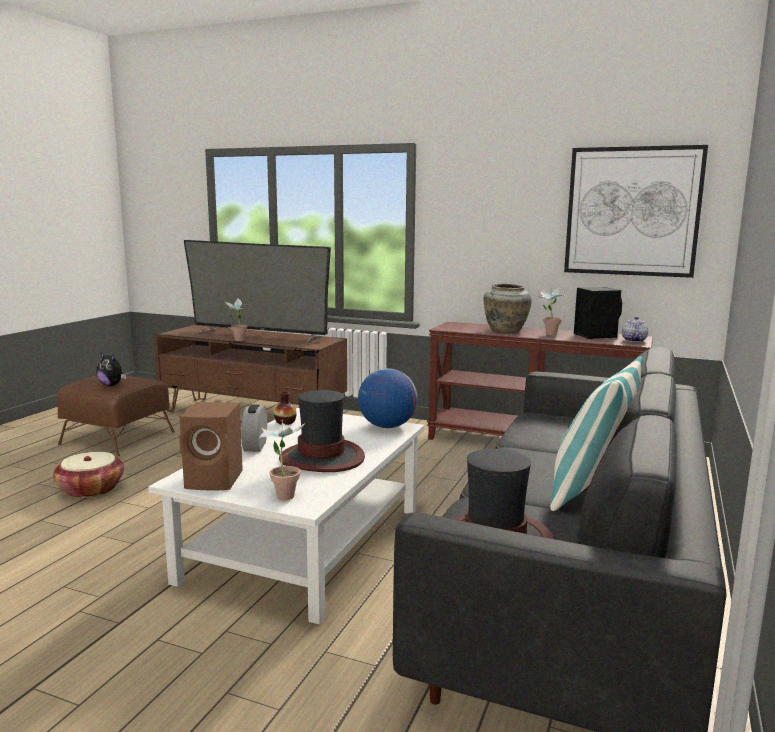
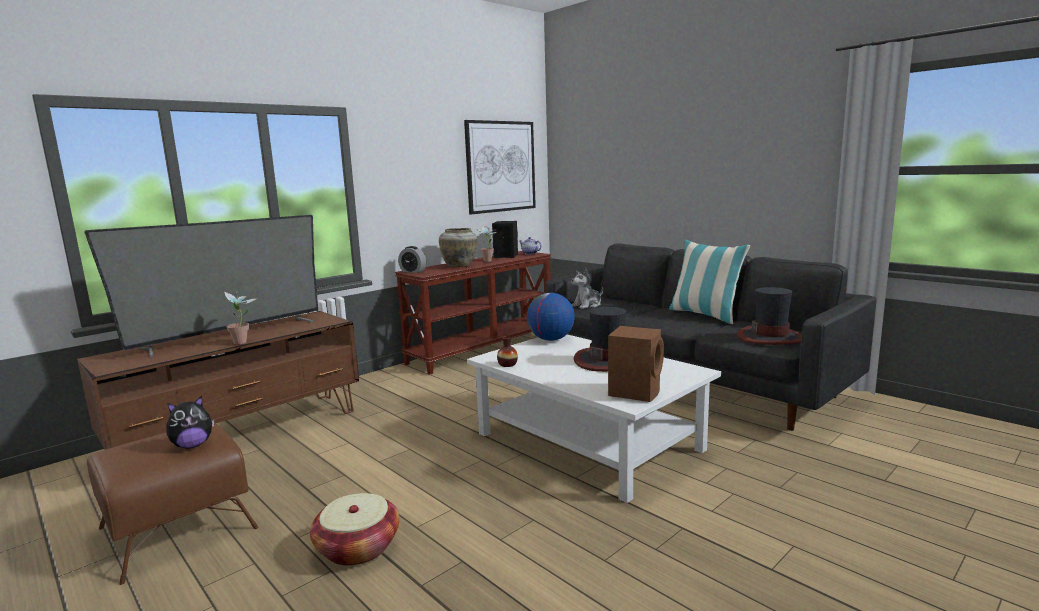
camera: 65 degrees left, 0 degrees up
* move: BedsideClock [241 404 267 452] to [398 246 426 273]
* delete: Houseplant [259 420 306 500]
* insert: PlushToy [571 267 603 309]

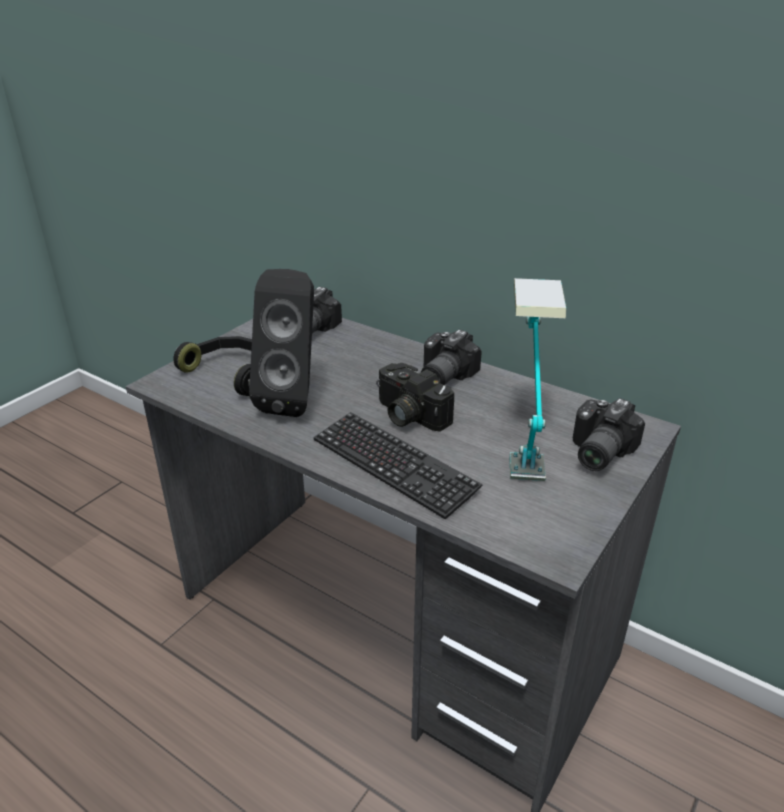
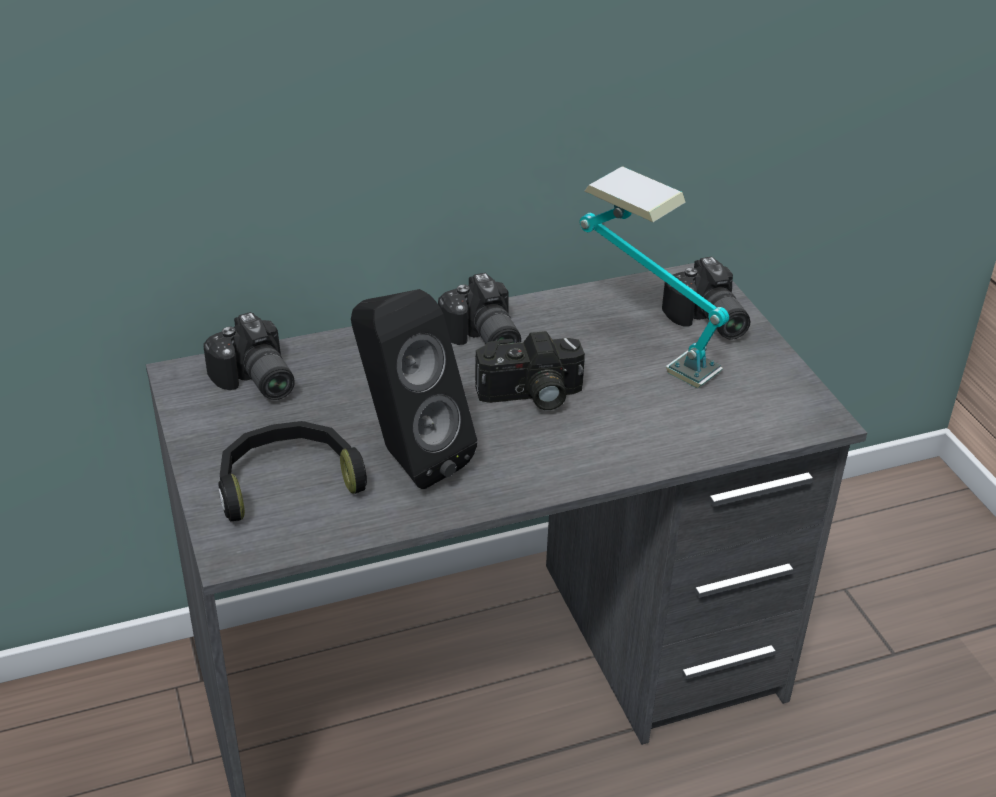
camera: 55 degrees left, 5 degrees up
* delete: ComputerKeyboard [313 412 482 520]

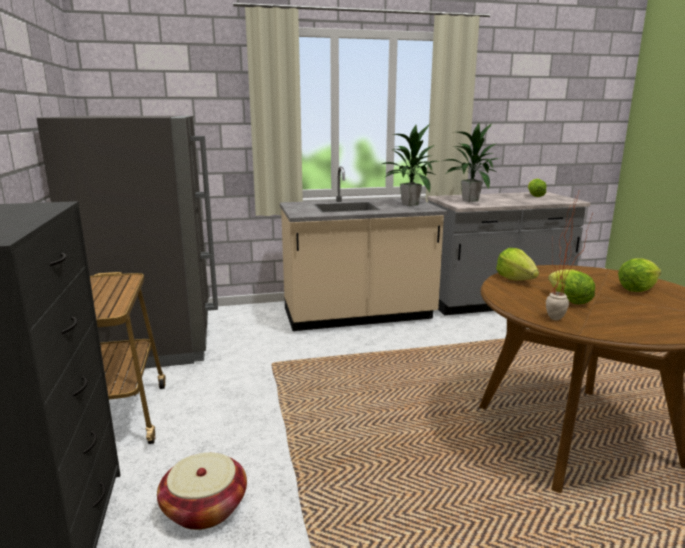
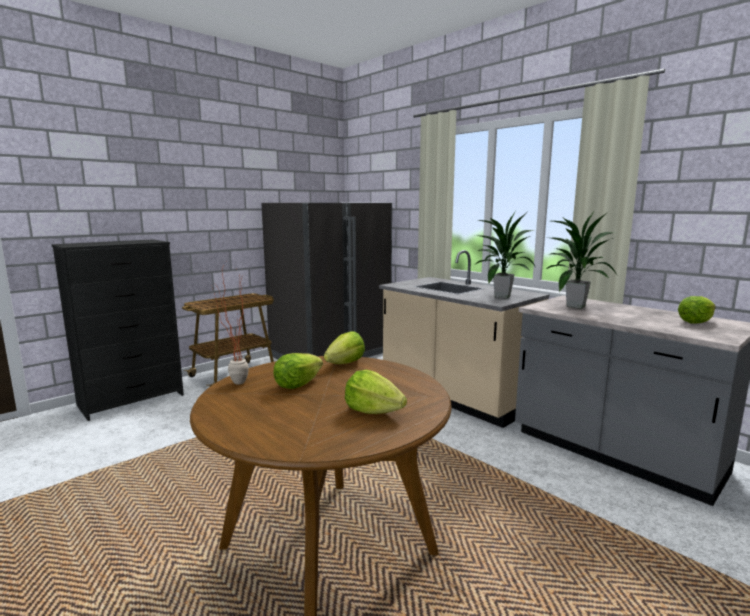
camera: 60 degrees right, 5 degrees down
* delete: HouseholdBasket [157 453 247 530]

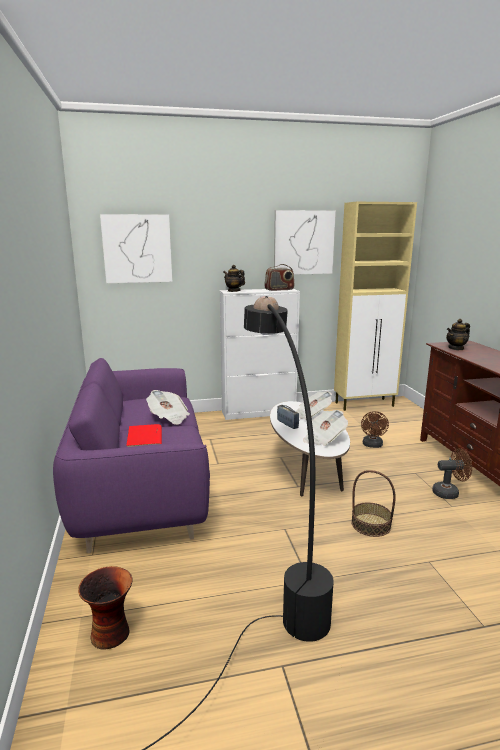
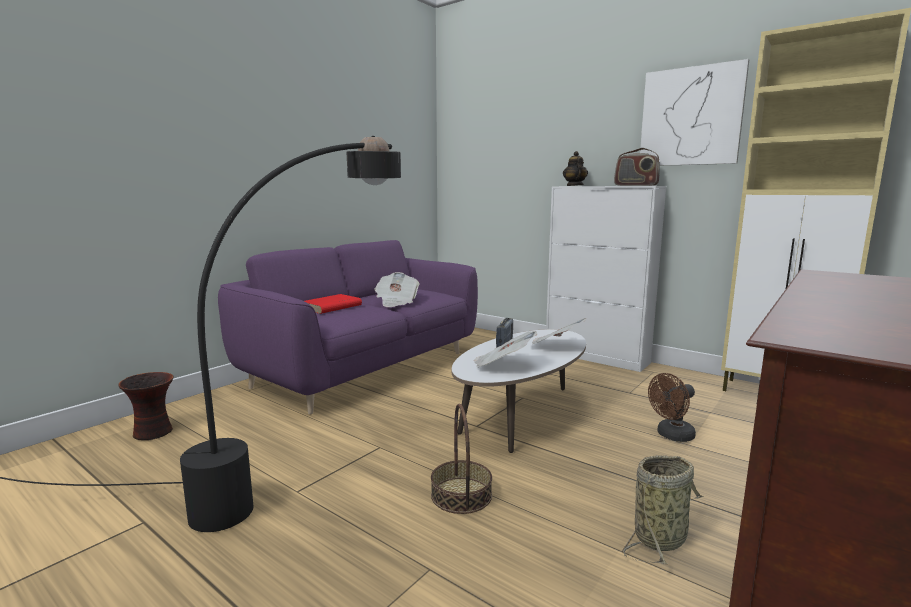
camera: 50 degrees right, 5 degrees down
* delete: WallPicture [100 214 172 283]
* replace: BrownElectricFan [432 448 472 499] to HouseholdBasket [623 455 704 564]
* delete: PotForTea [446 319 470 350]

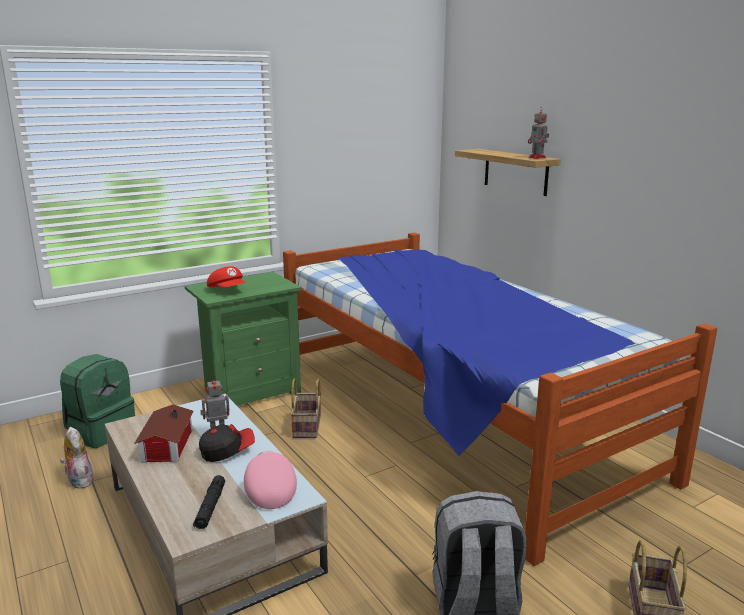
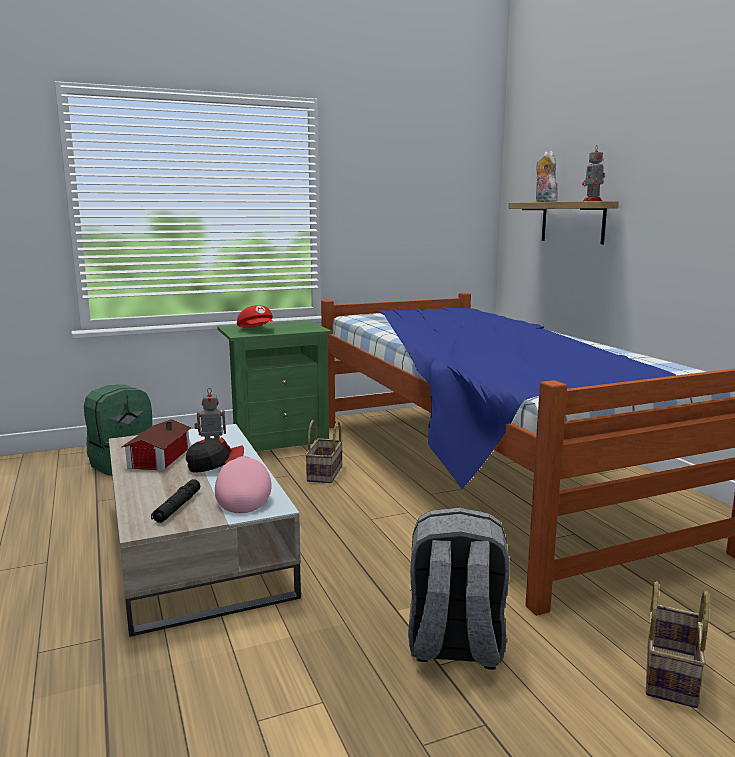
camera: 10 degrees right, 5 degrees down
* move: PlushToy [60 427 94 489] to [536 151 557 202]

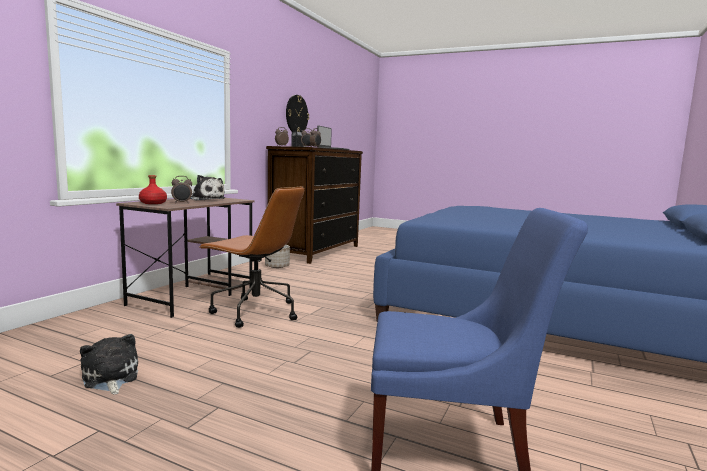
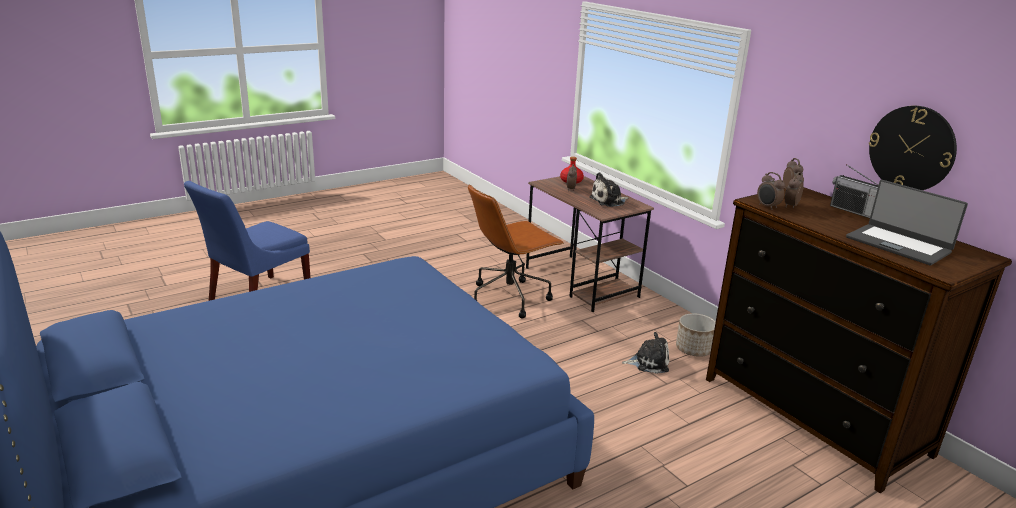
camera: 120 degrees right, 15 degrees up
* move: PlushToy [80 334 138 395] to [622 332 669 374]

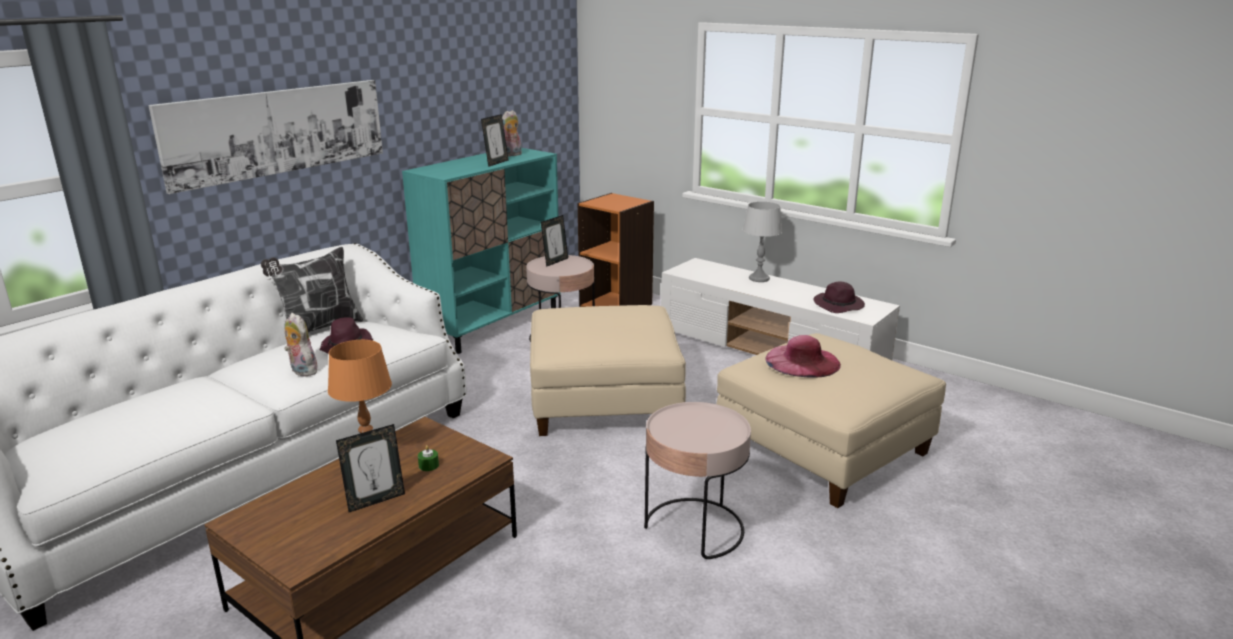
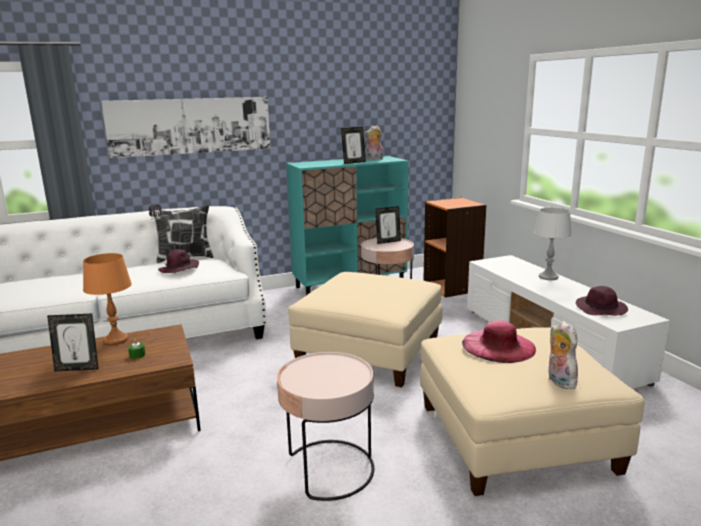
camera: 30 degrees right, 5 degrees down
* move: PlushToy [284 313 320 376] to [548 321 578 389]

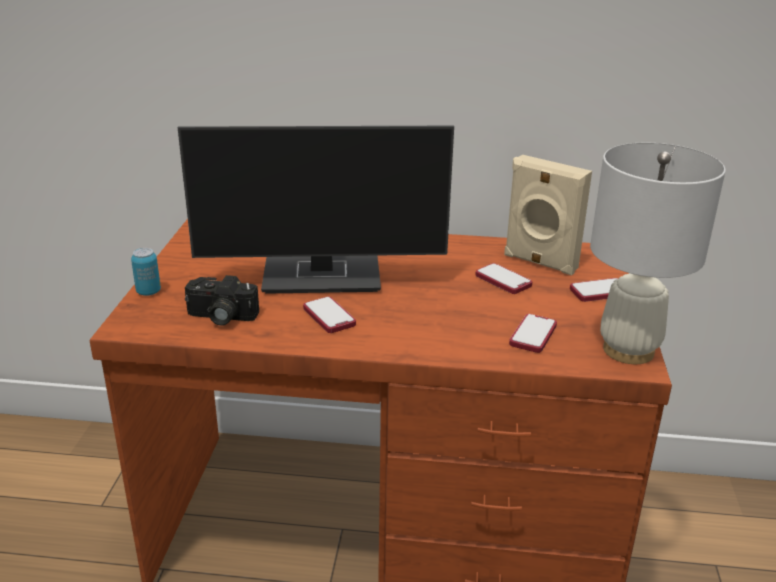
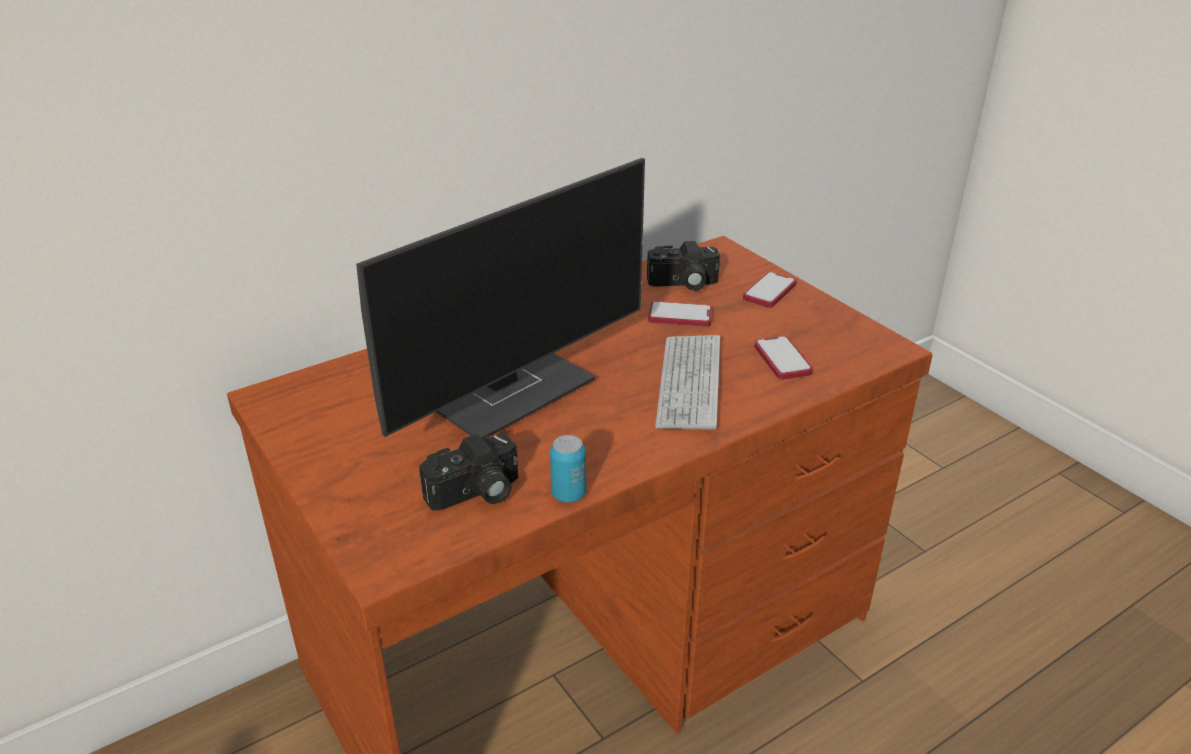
camera: 40 degrees left, 5 degrees up
* move: Can [131 248 161 296] to [550 435 586 503]
* delete: Telephone [303 297 356 333]
* replace: BeigeLoudspeaker [504 155 592 276] to PhotoCamera [647 241 720 291]
* delete: WhiteLampForATable [590 143 726 364]
* insert: ComputerKeyboard [655 335 720 430]

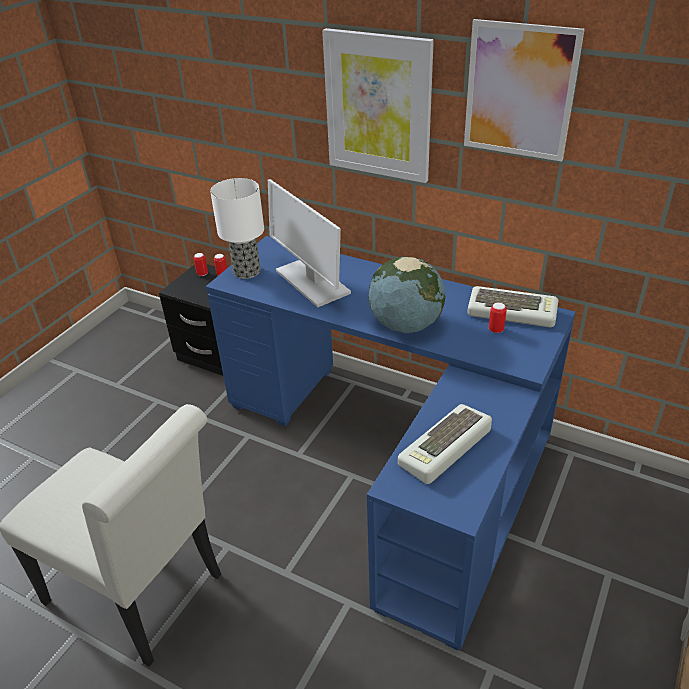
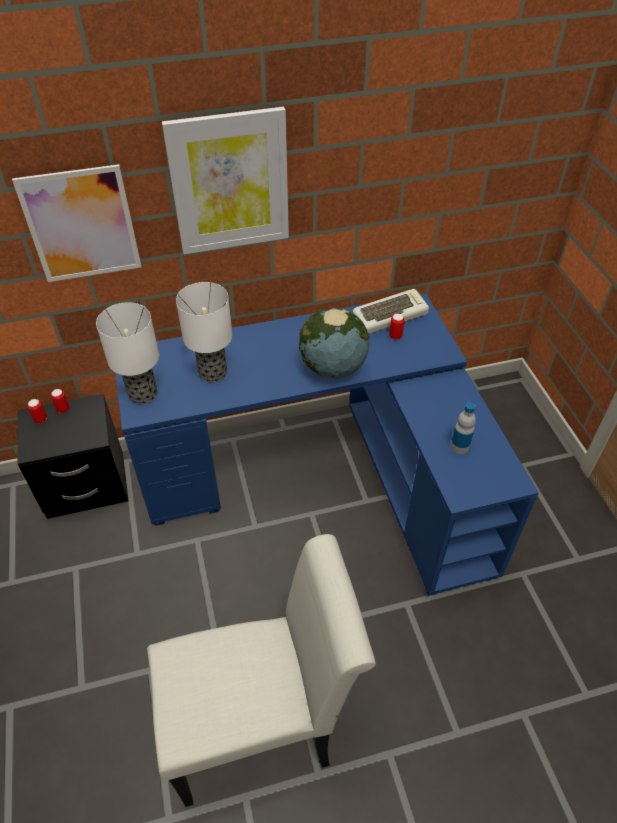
camera: 45 degrees left, 10 degrees up
* replace: Monitor [268 179 351 308] to LampForATable [176 282 232 382]
* replace: ComputerKeyboard [398 404 492 484] to Bottle [450 402 476 454]
* move: WallPicture [464 19 585 162] to [12 164 142 282]

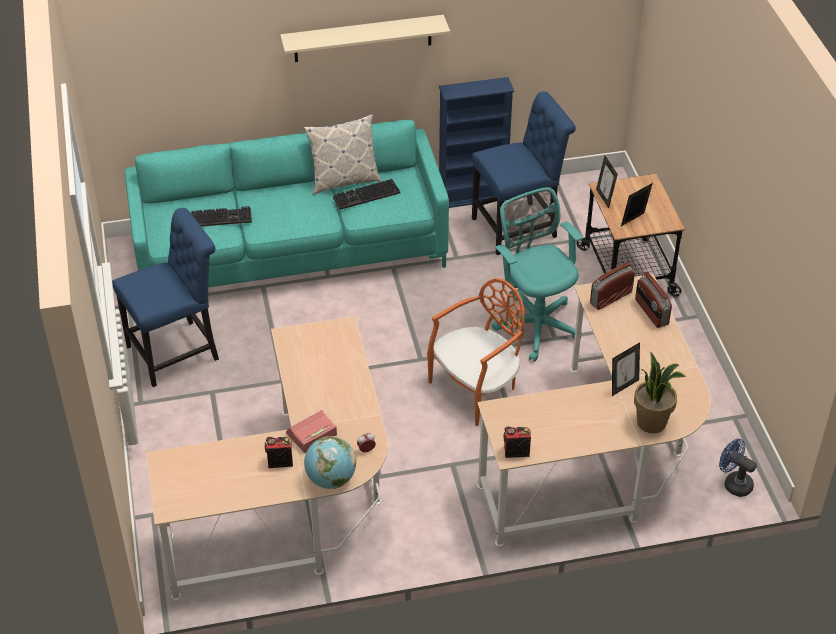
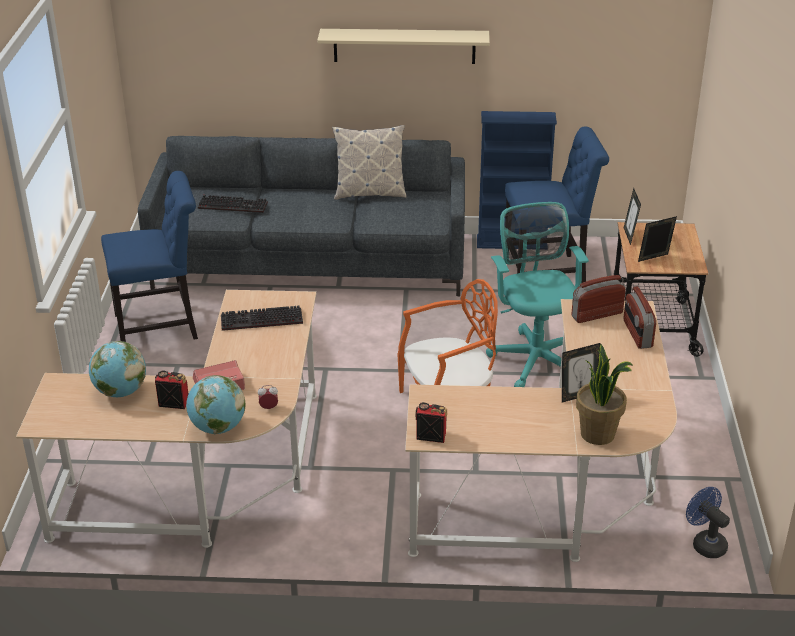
camera: 15 degrees right, 10 degrees down
* recolor: TurquoiseSettee [125 120 449 287] to GreyishSettee [138 136 465 296]
* move: ComputerKeyboard [333 179 400 210] to [221 306 303 331]
* insert: WorldGlobe [89 341 146 397]

